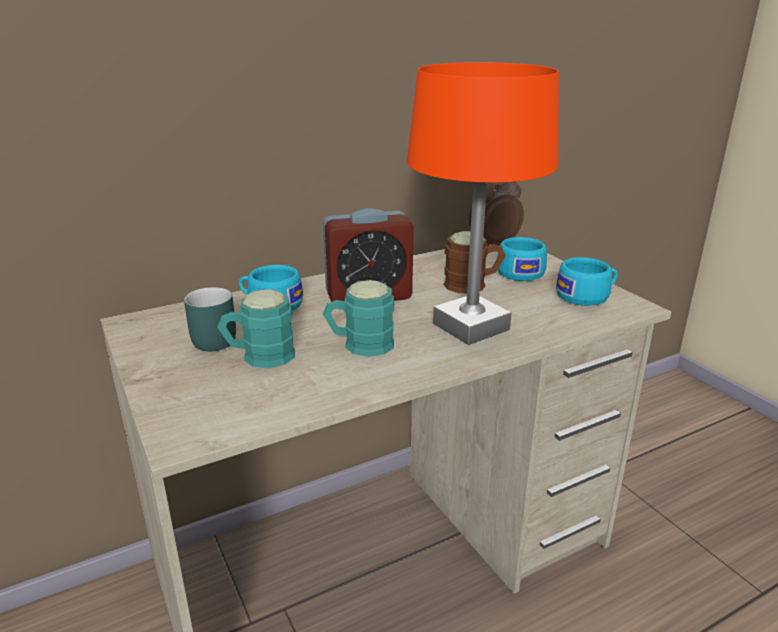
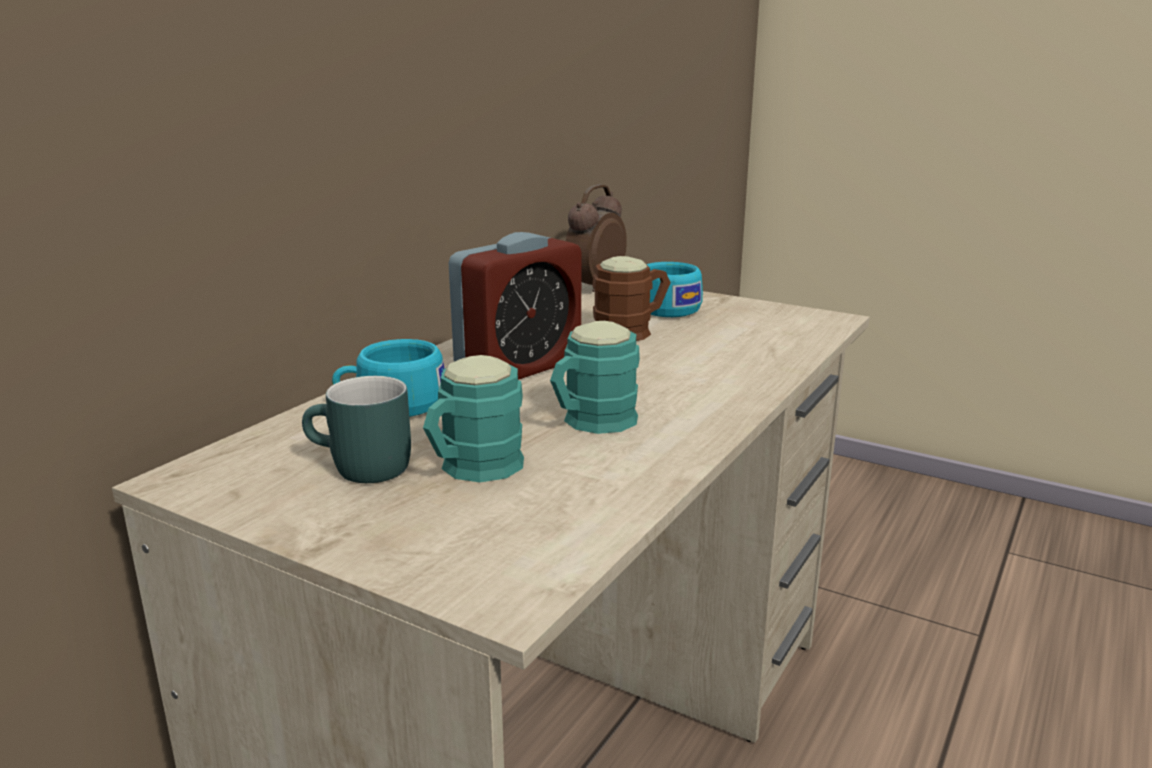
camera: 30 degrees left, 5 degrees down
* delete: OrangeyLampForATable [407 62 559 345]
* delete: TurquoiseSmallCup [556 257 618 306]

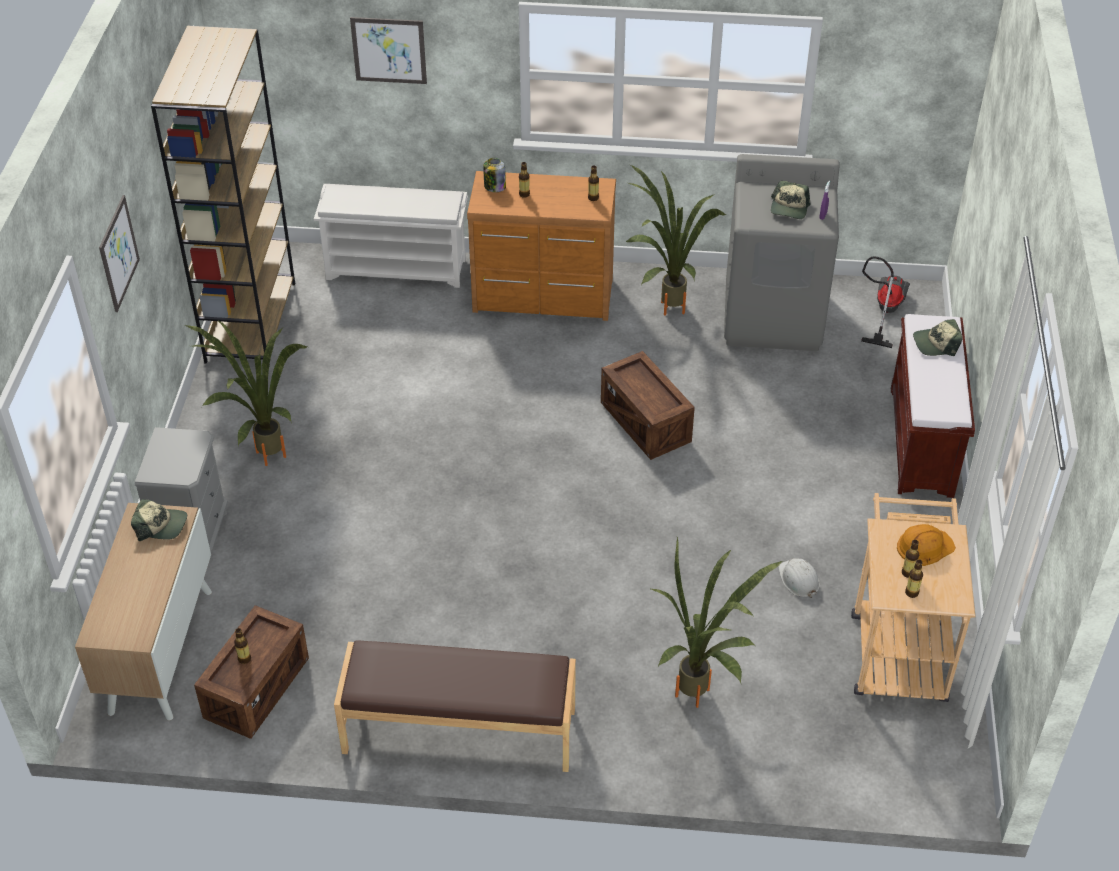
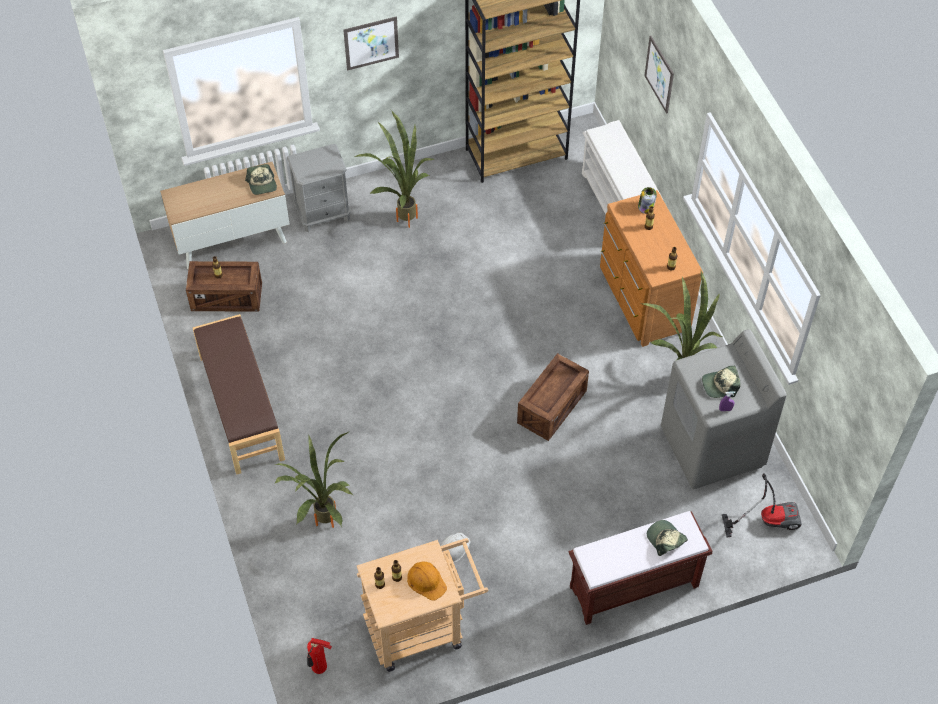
camera: 65 degrees right, 10 degrees up
* insert: FireExtinguisher [307 638 332 674]

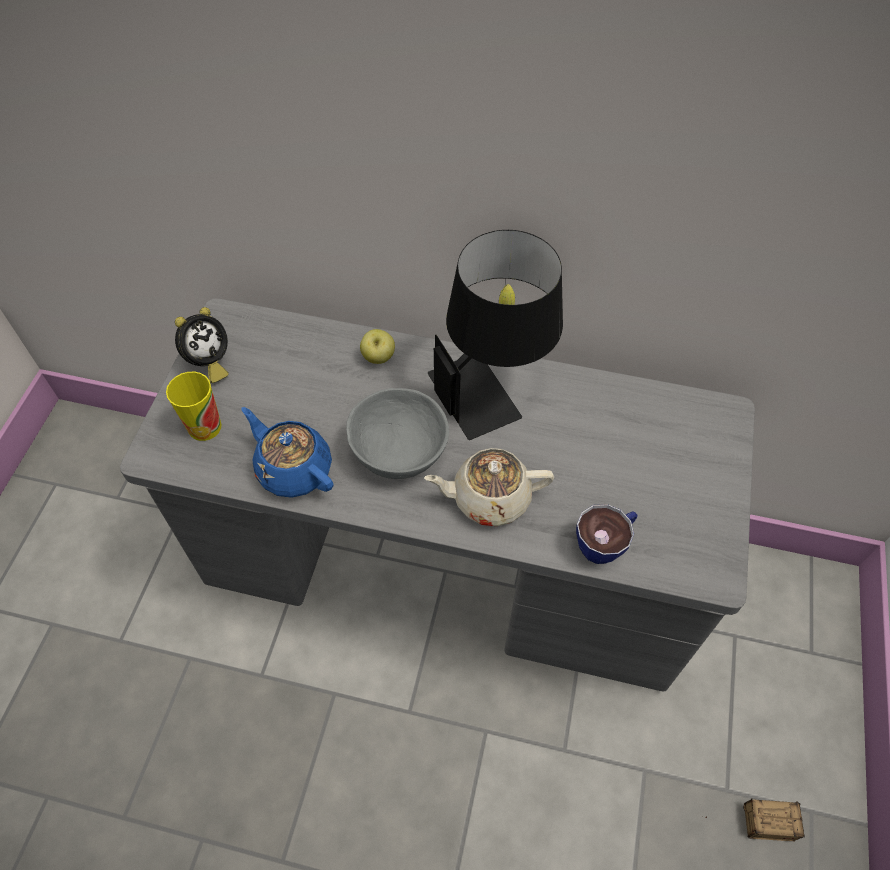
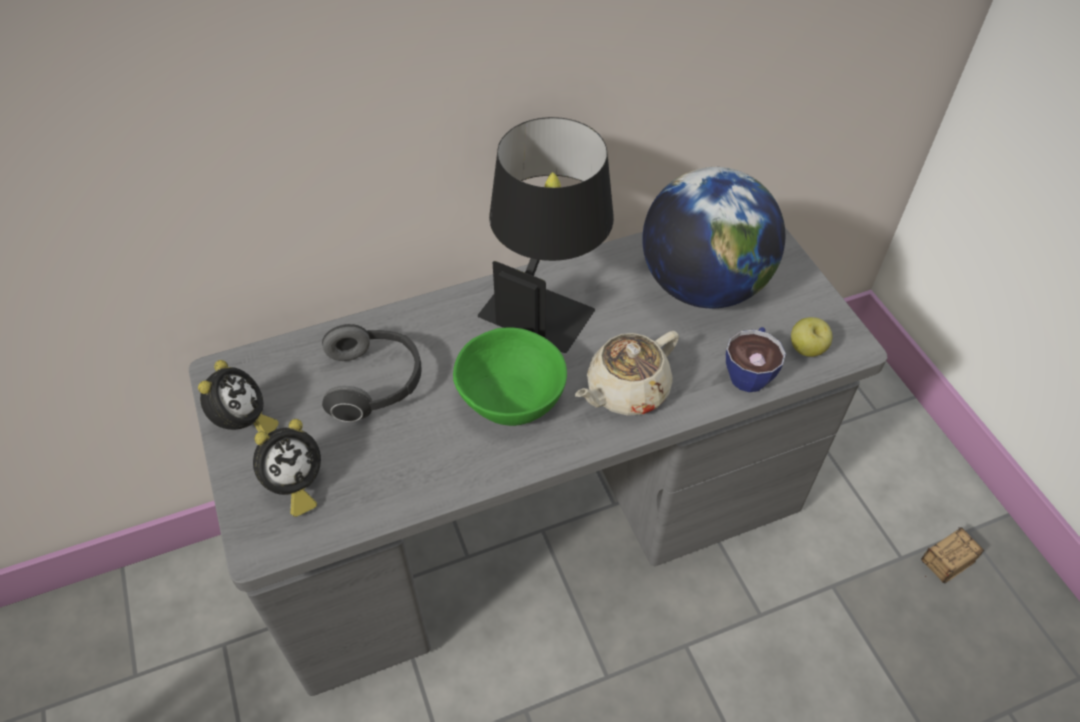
camera: 35 degrees left, 5 degrees down
* replace: SmallCup [166 372 222 441] to BedsideClock [253 419 321 517]
* delete: BluishPotForTea [241 407 333 498]
* recolor: GreyishBowl [346 388 449 479] to GreenishBowl [453 328 567 426]
* move: Apple [360 329 395 364] to [791 317 833 357]
* insert: Headset [322 324 422 422]
* insert: WorldGlobe [642 167 785 308]

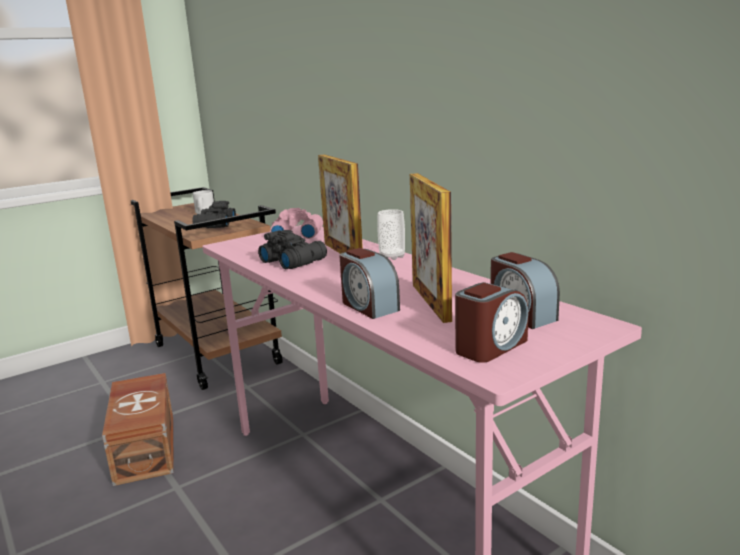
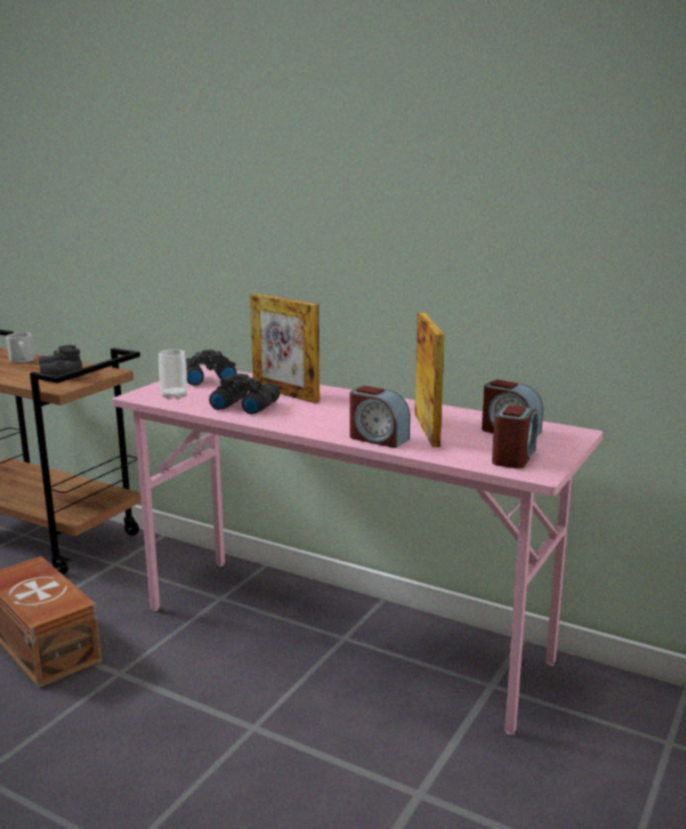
camera: 25 degrees left, 0 degrees up
* recolor: PinkBinoculars [270 208 323 239] to BlackBinoculars [186 350 237 386]
* move: SmallCup [377 209 405 260] to [159 349 187 400]
* rotate: StandingFrame [410 173 452 323] = [415 313 444 447] 150 degrees counterclockwise

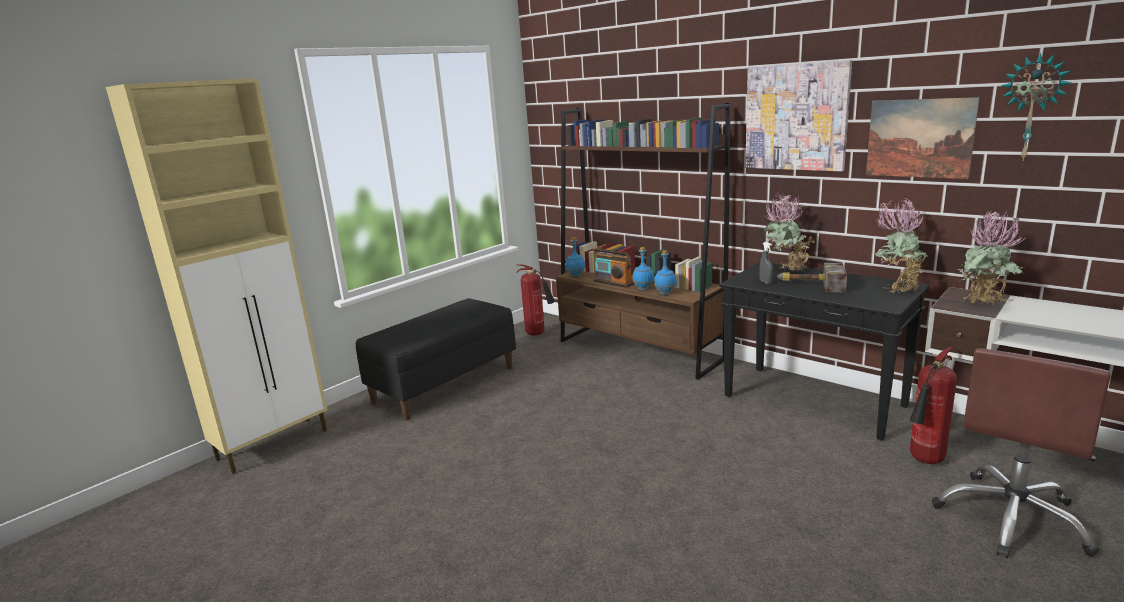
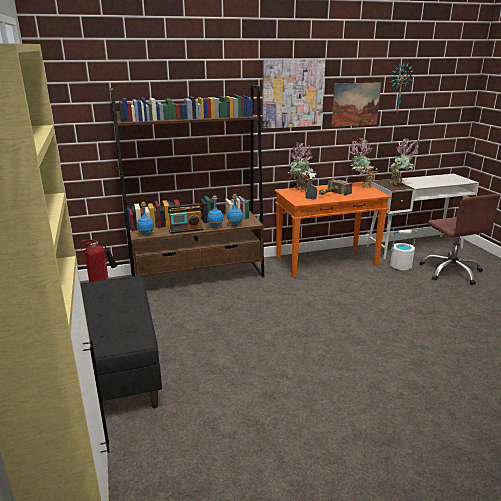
camera: 60 degrees left, 5 degrees up
* recolor: BlackHallTable [720 262 929 441] to OrangeyHallTable [274 182 391 278]
* replace: FireExtinguisher [910 347 957 464] to WhitePail [390 230 417 270]

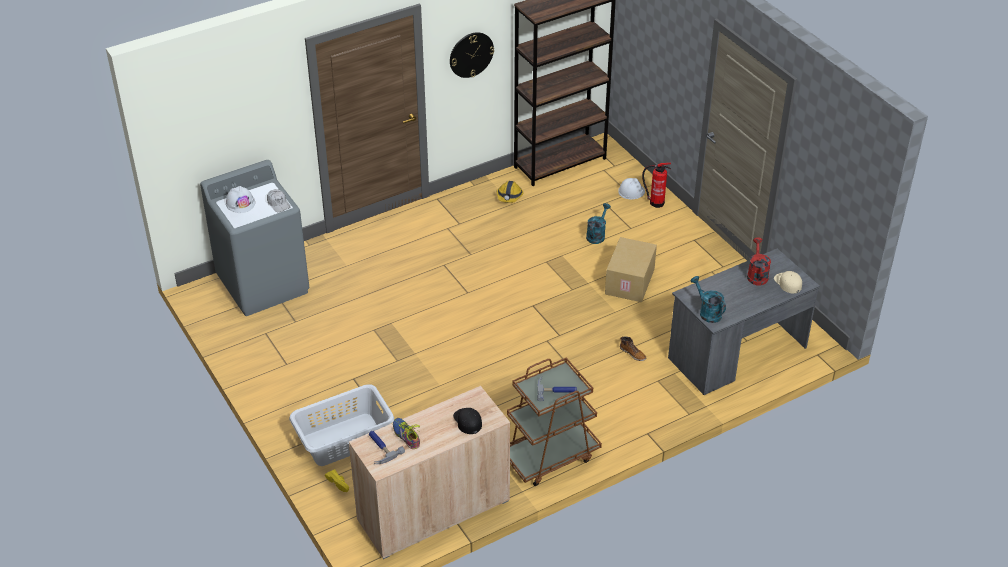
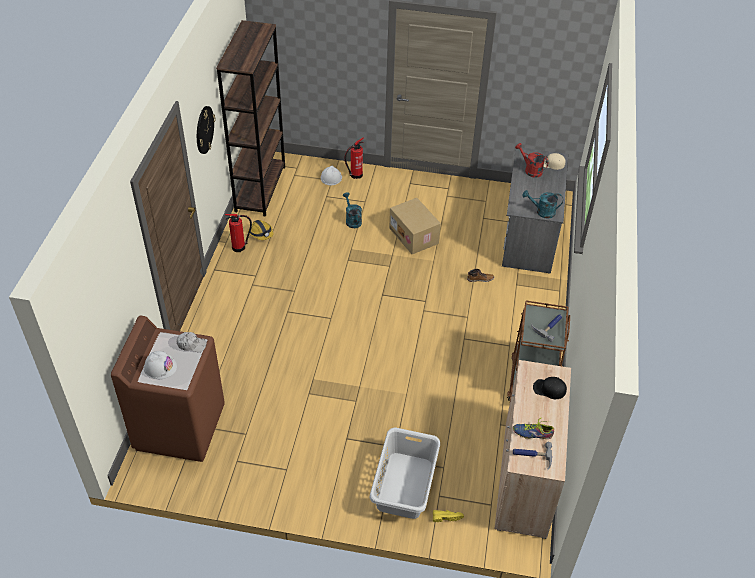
camera: 50 degrees left, 5 degrees up
* recolor: GreyishLaundryMachine [200 160 310 316] to BrownLaundryMachine [111 316 225 462]
* insert: FireExtinguisher [225 214 252 252]

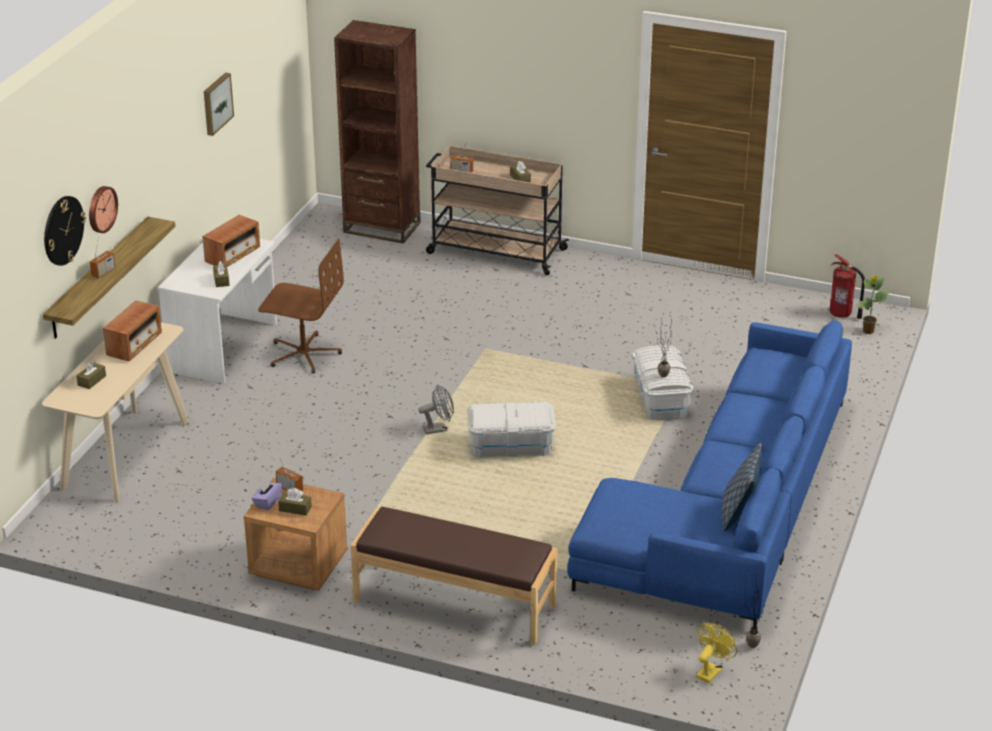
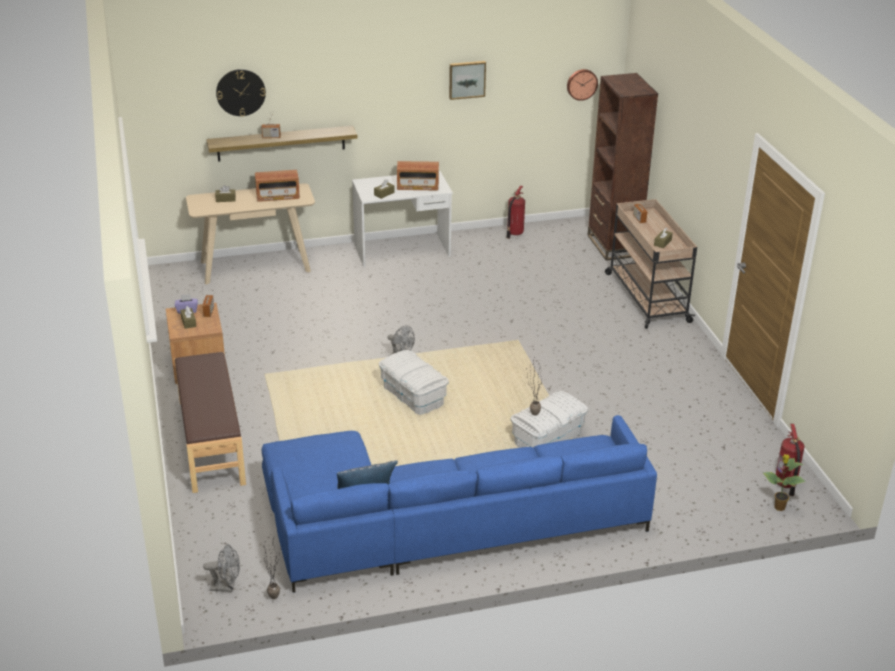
camera: 55 degrees right, 0 degrees up
* move: ClockOnTheWall [89 186 118 233] to [567 69 598 101]
* delete: BrownOfficeChair [258 239 344 374]
* recolor: YellowColouredElectricFan [696 623 737 683] to GreyishElectricFan [203 544 240 592]
* insert: FireExtinguisher [506 186 525 239]

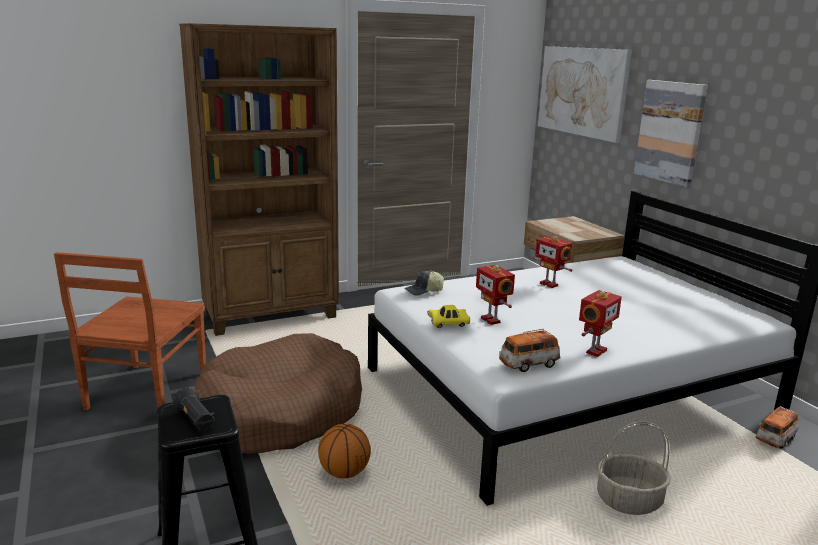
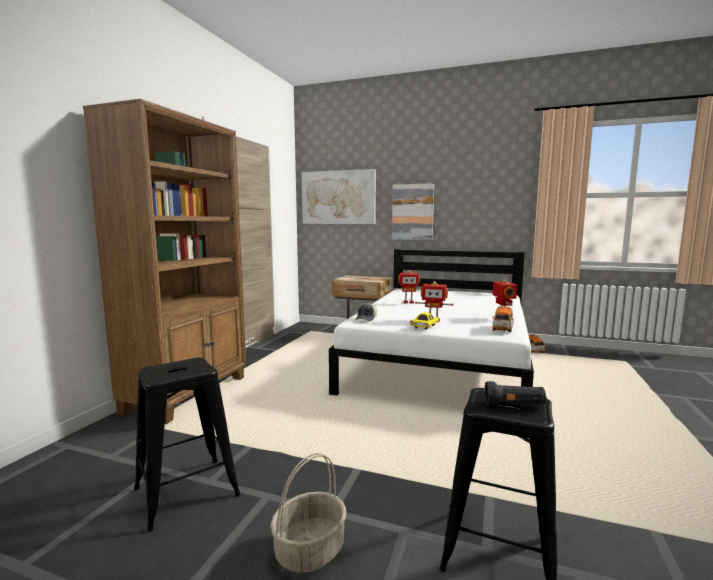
camera: 45 degrees left, 10 degrees down
* replace: BrownUprightChair [54 252 206 410] to BlackSittingStool [134 358 241 532]
* delete: BrownDogBed [193 333 362 454]
* delete: Basketball [318 423 371 479]
* move: HouseholdBasket [597 422 671 515] to [270 453 346 573]

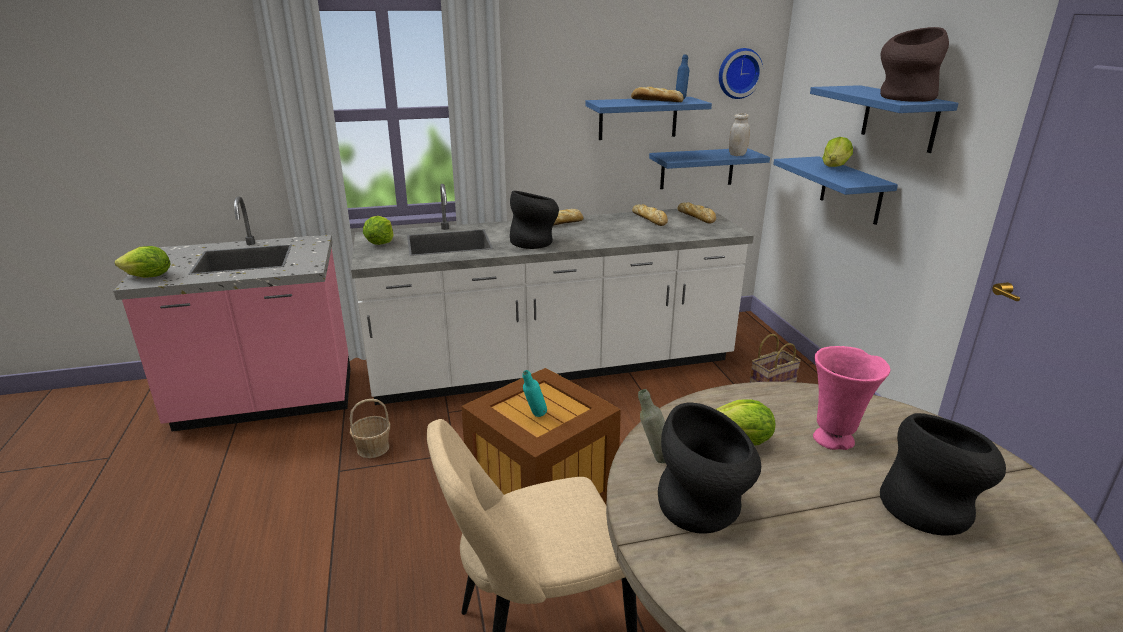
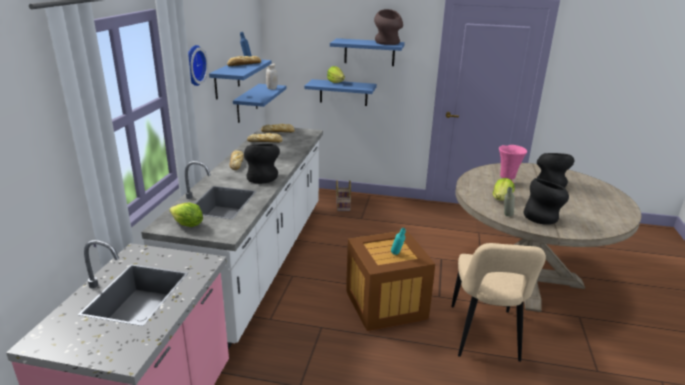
camera: 65 degrees left, 0 degrees up
* delete: HeadOfLettuce [115 246 171 278]
* delete: HouseholdBasket [350 399 390 458]
* move: ClockOnTheWall [719 48 763 99] to [188 45 208 86]

